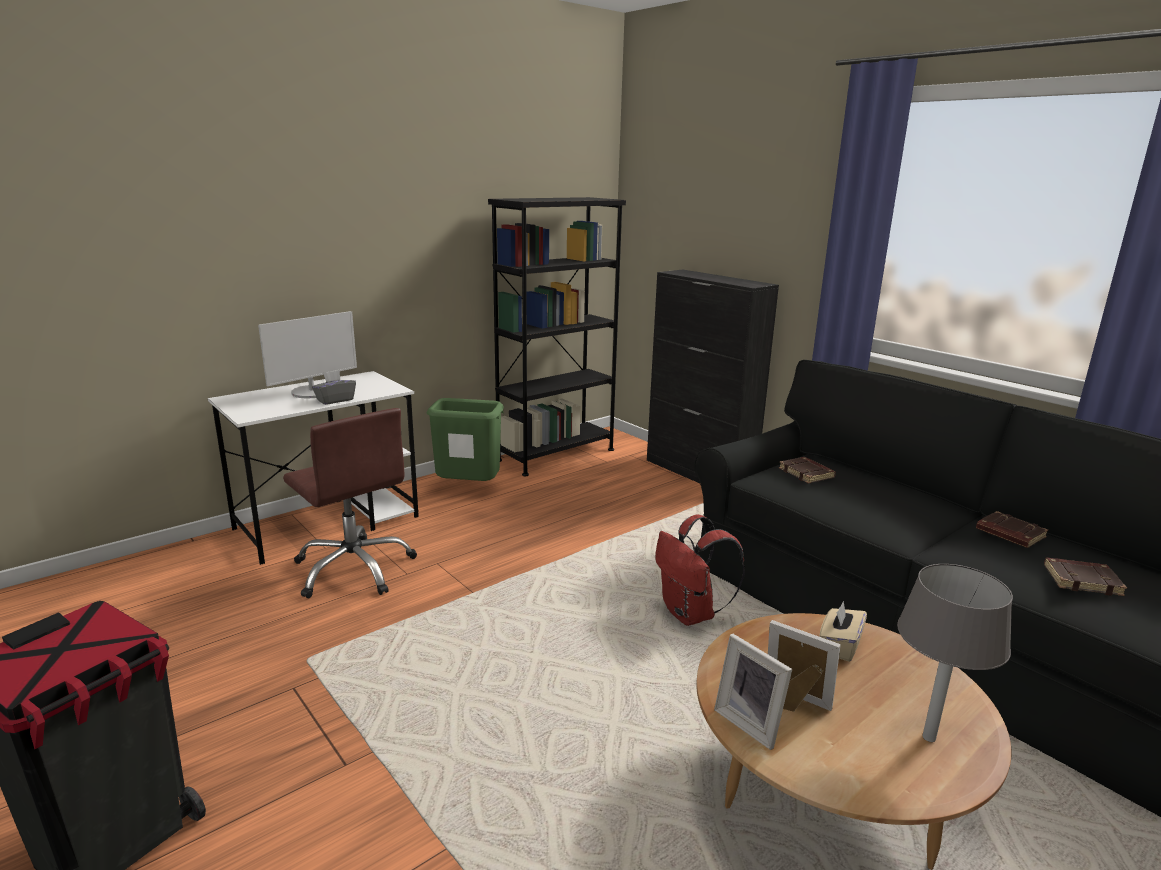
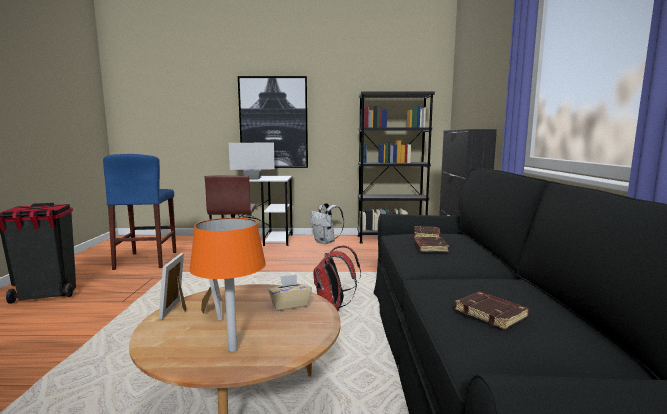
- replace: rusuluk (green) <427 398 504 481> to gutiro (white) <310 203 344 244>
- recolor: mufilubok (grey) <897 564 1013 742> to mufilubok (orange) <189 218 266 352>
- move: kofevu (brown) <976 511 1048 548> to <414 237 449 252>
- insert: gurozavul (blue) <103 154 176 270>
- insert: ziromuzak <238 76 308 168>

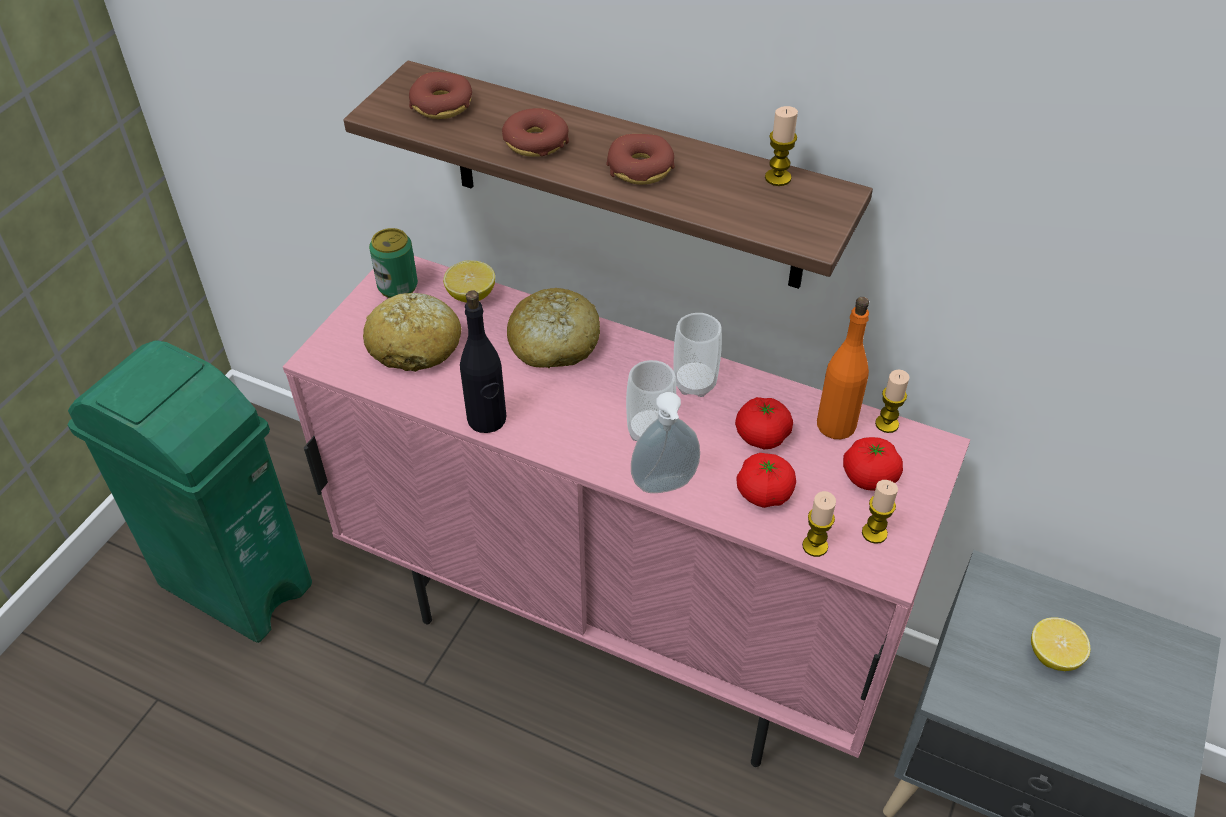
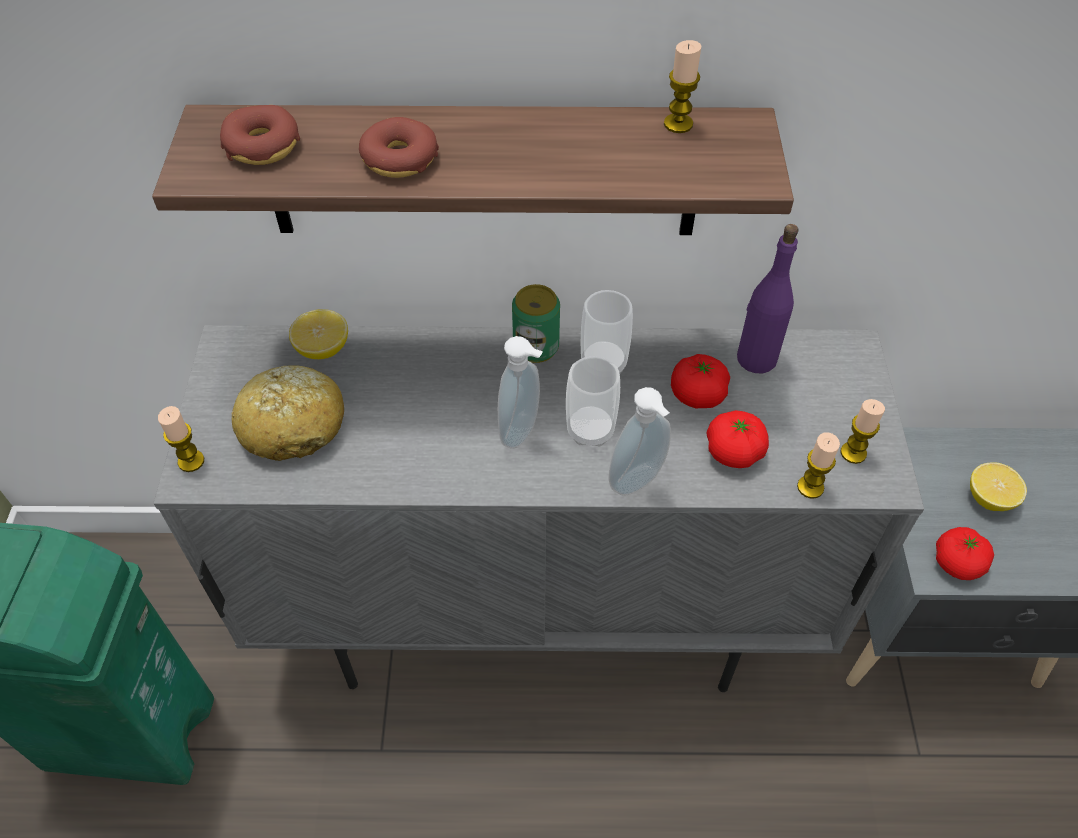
- recolor: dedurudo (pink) <283 256 970 767> to dedurudo (grey) <154 325 924 692>
- move: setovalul <369 228 418 298> to <512 284 560 363>
- delete: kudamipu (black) <460 290 507 433>
- delete: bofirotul <507 288 600 369>
- delete: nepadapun <606 134 675 185>
- recolor: kudamipu (orange) <817 297 869 439> to kudamipu (purple) <737 224 799 373>
- move: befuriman <843 437 903 491> to <936 527 994 580>
- move: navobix <875 370 909 433> to <158 406 204 472>
- insert: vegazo <498 336 543 449>

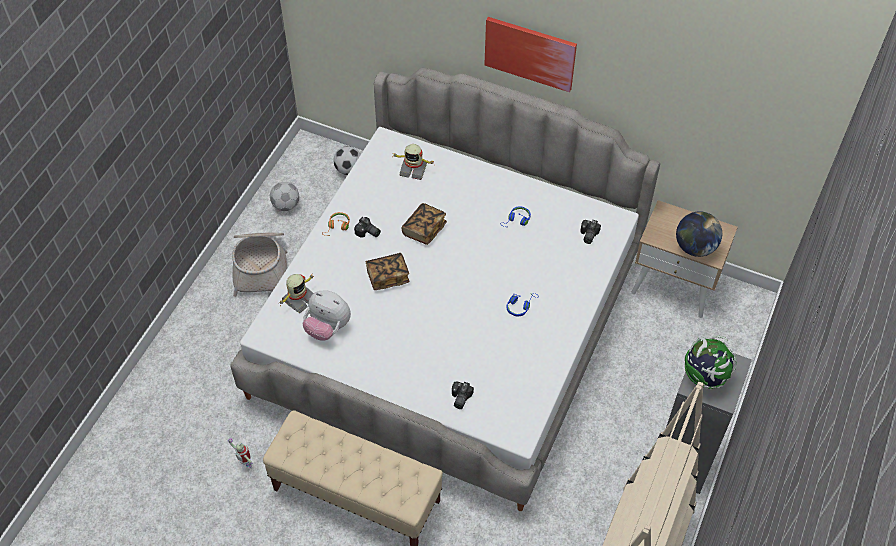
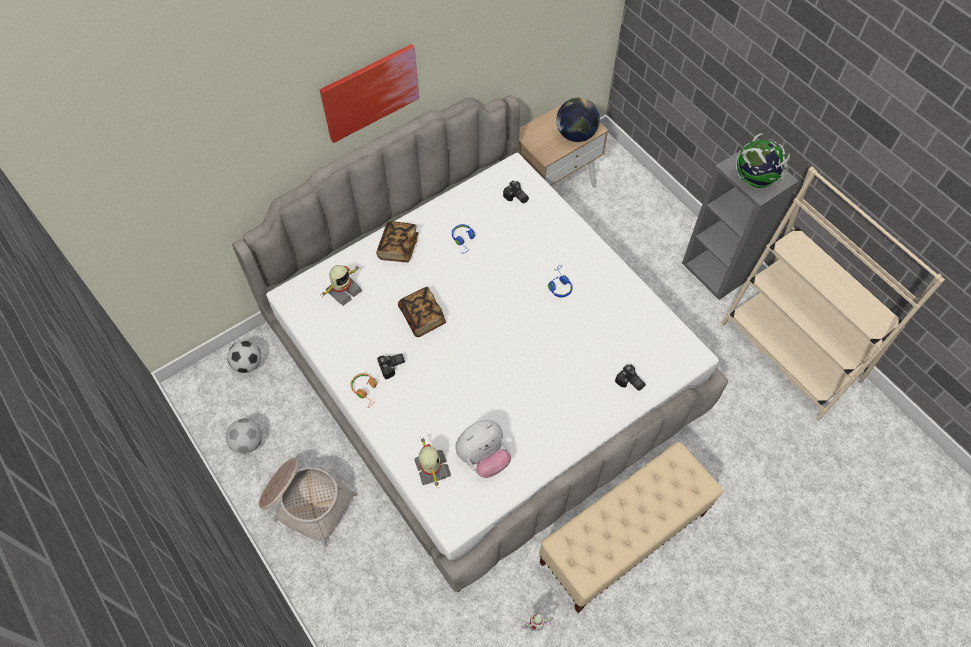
- move: kofevu <365 253 409 290> to <376 221 418 262>

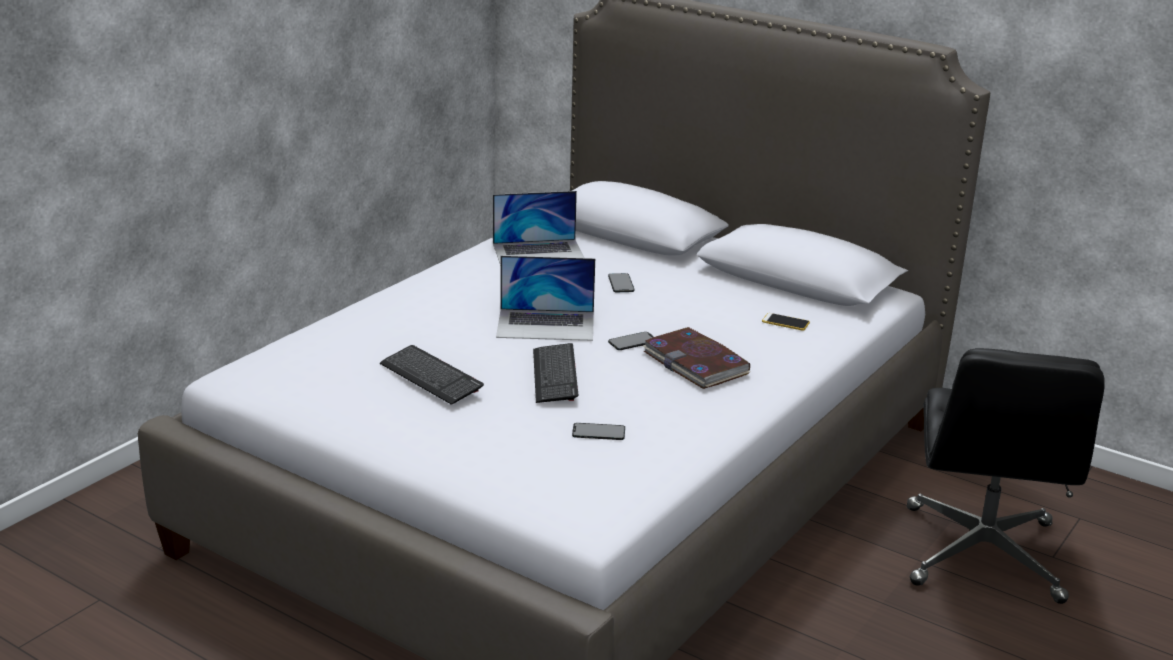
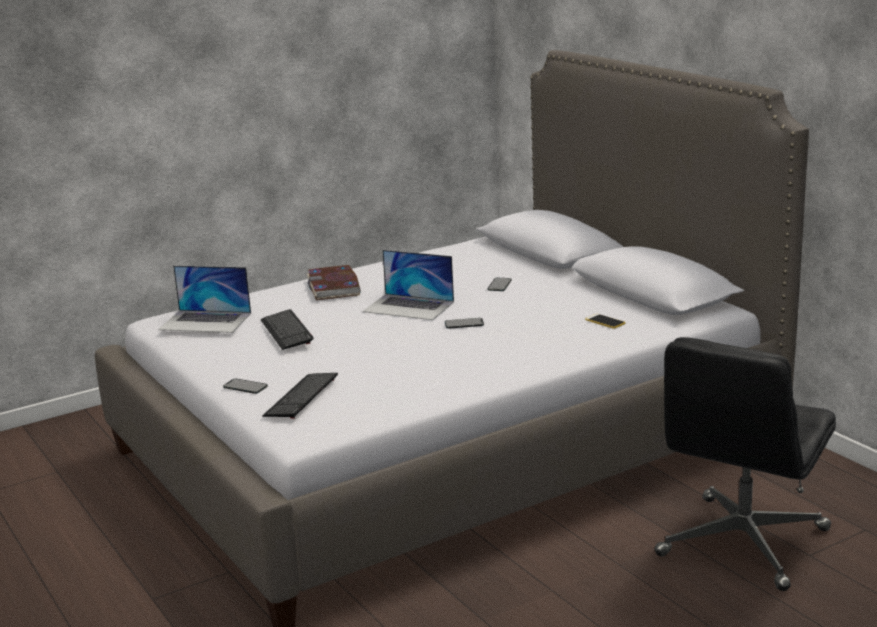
- move: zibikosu <493 191 584 266> to <158 265 251 333>
- move: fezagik <533 343 578 403> to <262 373 338 419>
- move: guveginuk <572 423 625 440> to <223 378 268 394>
- move: kofevu <642 327 750 389> to <307 265 361 300>

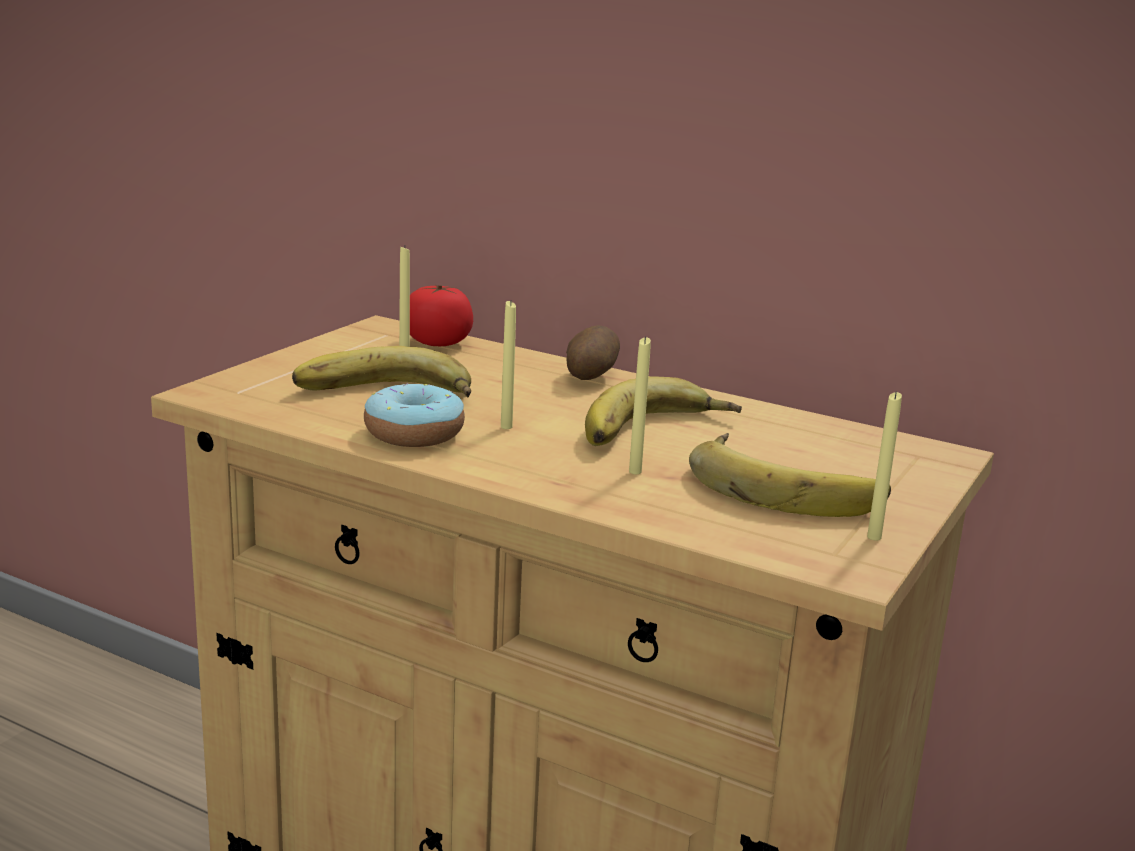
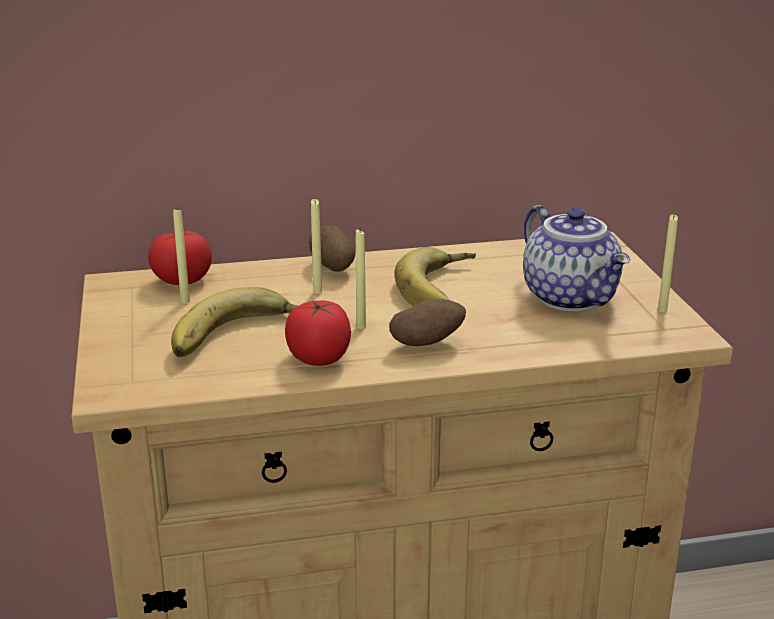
- replace: nepadapun <364 383 465 447> to befuriman <285 300 351 366>
- move: navobix (yellow) <629 336 651 474> to <311 199 322 294>
- replace: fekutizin <689 433 891 517> to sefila <523 205 630 312>
- insert: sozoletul <389 299 466 346>

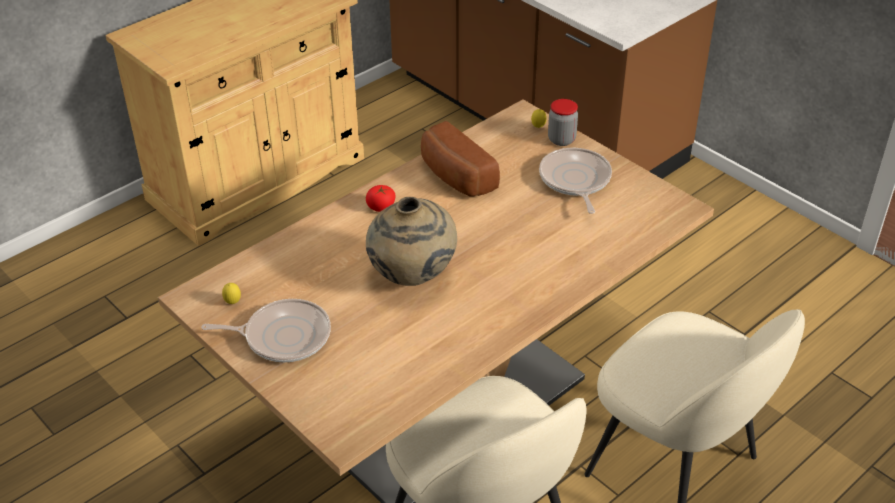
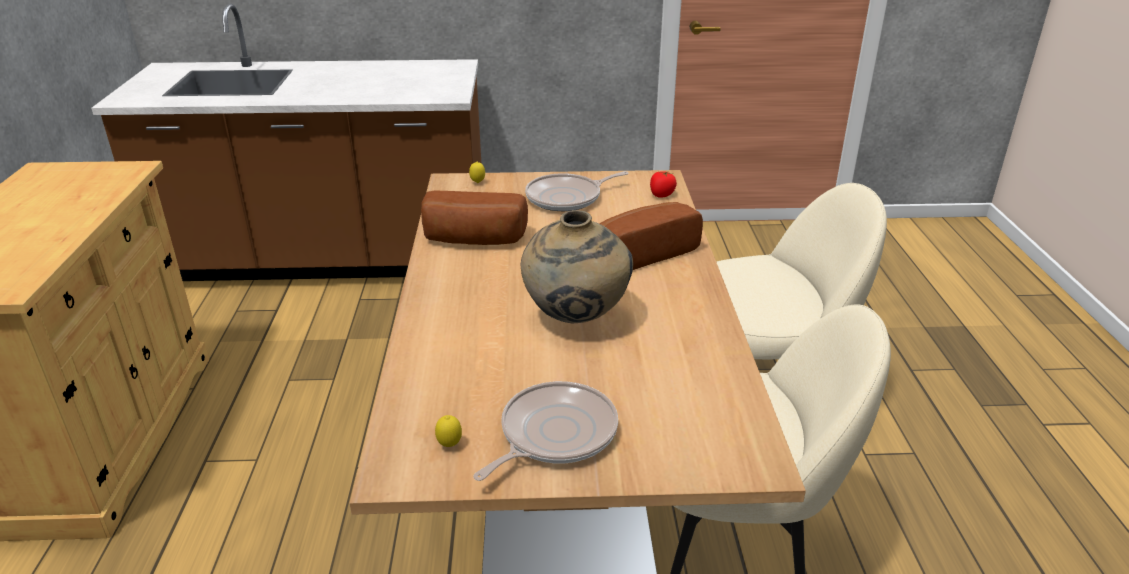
- move: befuriman <366 185 395 212> to <650 171 677 198>
- rotate: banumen <539 148 612 214> = <525 171 629 211> 60 degrees counterclockwise
- delete: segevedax <548 99 578 146>
- insert: bofirotul <600 202 703 270>

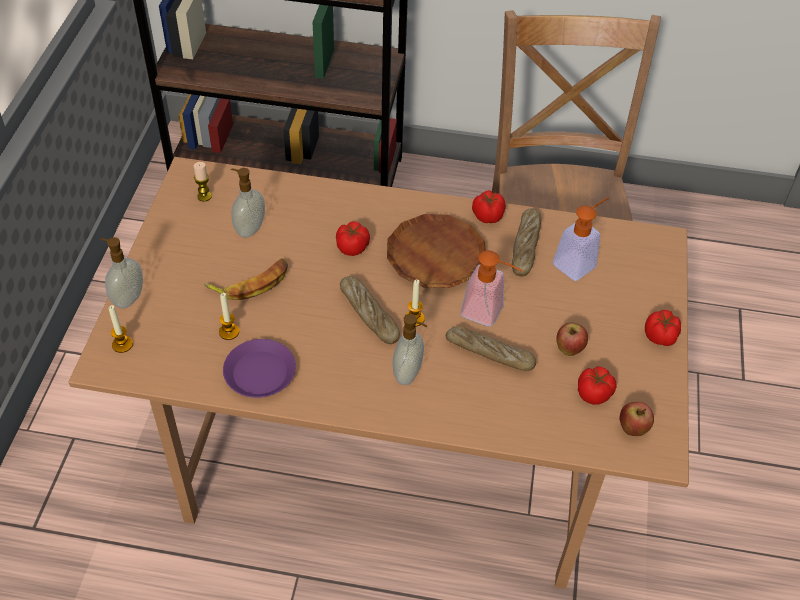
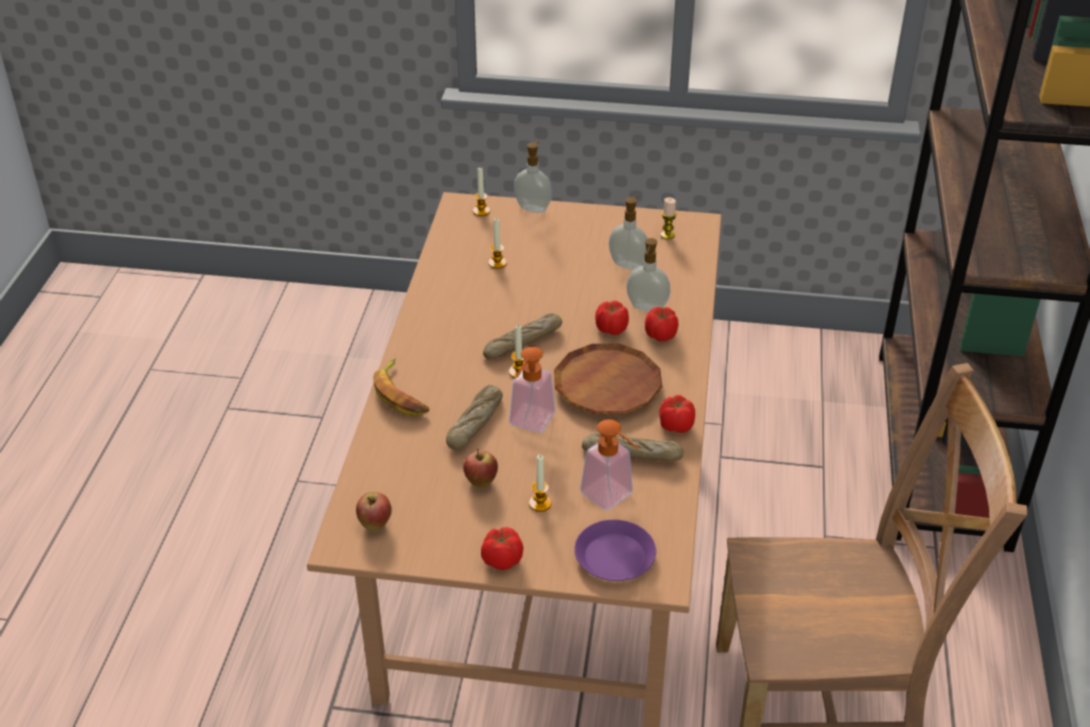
- move: fekutizin <204 258 288 300> to <373 358 429 416>
- move: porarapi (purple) <223 339 296 398> to <574 520 656 581>
- move: vegazo <393 314 427 385> to <626 238 670 312>
- move: befuriman <578 366 617 405> to <645 307 678 342>
- insert: navobix <529 454 551 512>

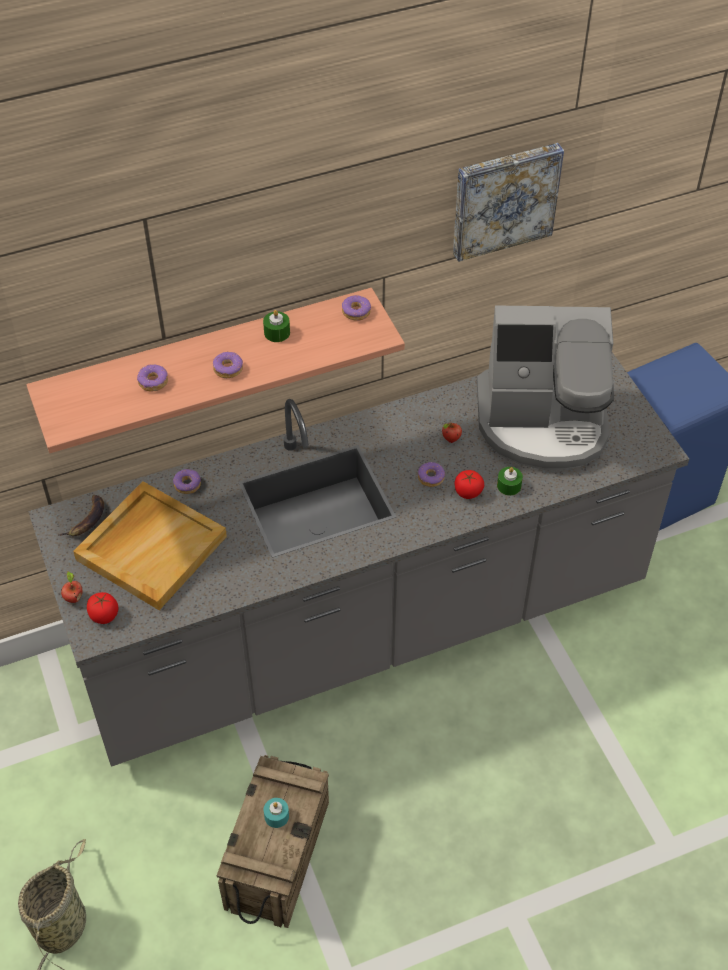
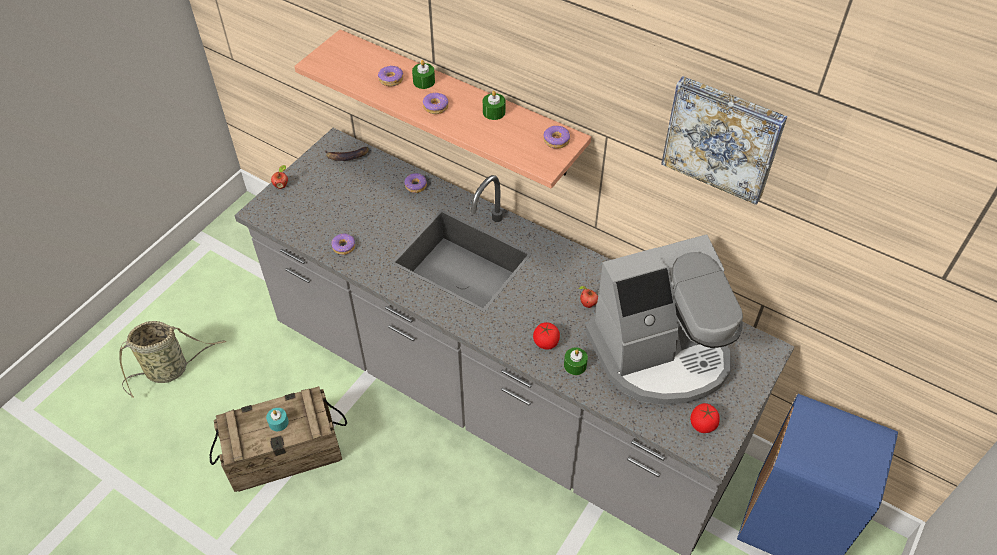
- delete: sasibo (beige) <73 481 227 610>
- move: befuriman <87 592 119 624> to <690 403 720 433>
- move: nepadapun <418 462 445 487> to <331 234 355 255>
- rotate: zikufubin <477 306 614 470> = <586 234 743 405> 75 degrees counterclockwise
- insert: navobix (green) <412 60 435 89>

